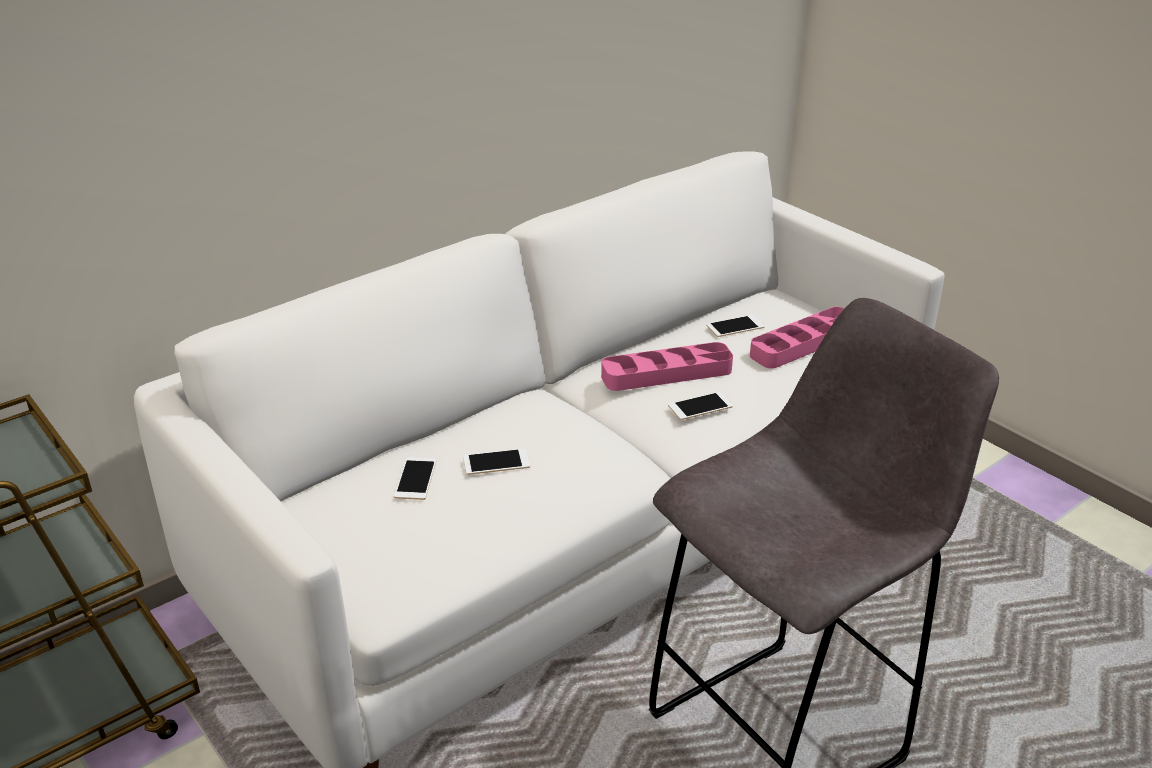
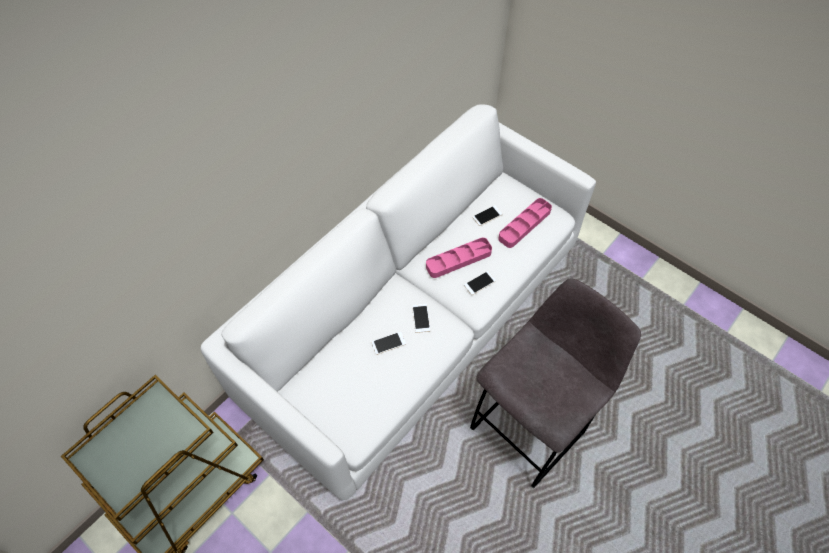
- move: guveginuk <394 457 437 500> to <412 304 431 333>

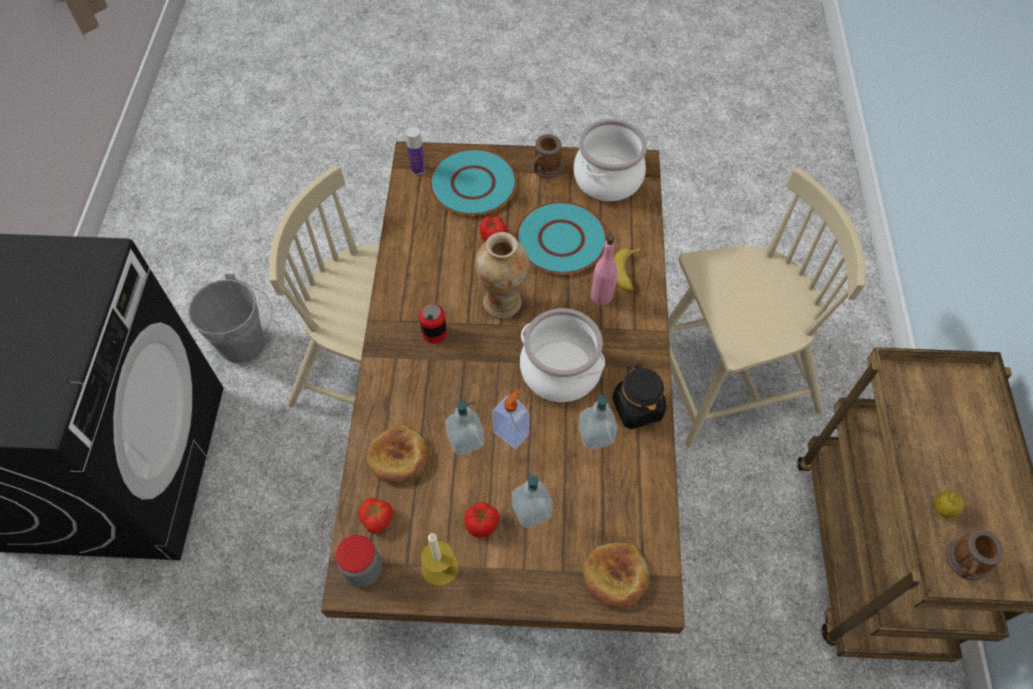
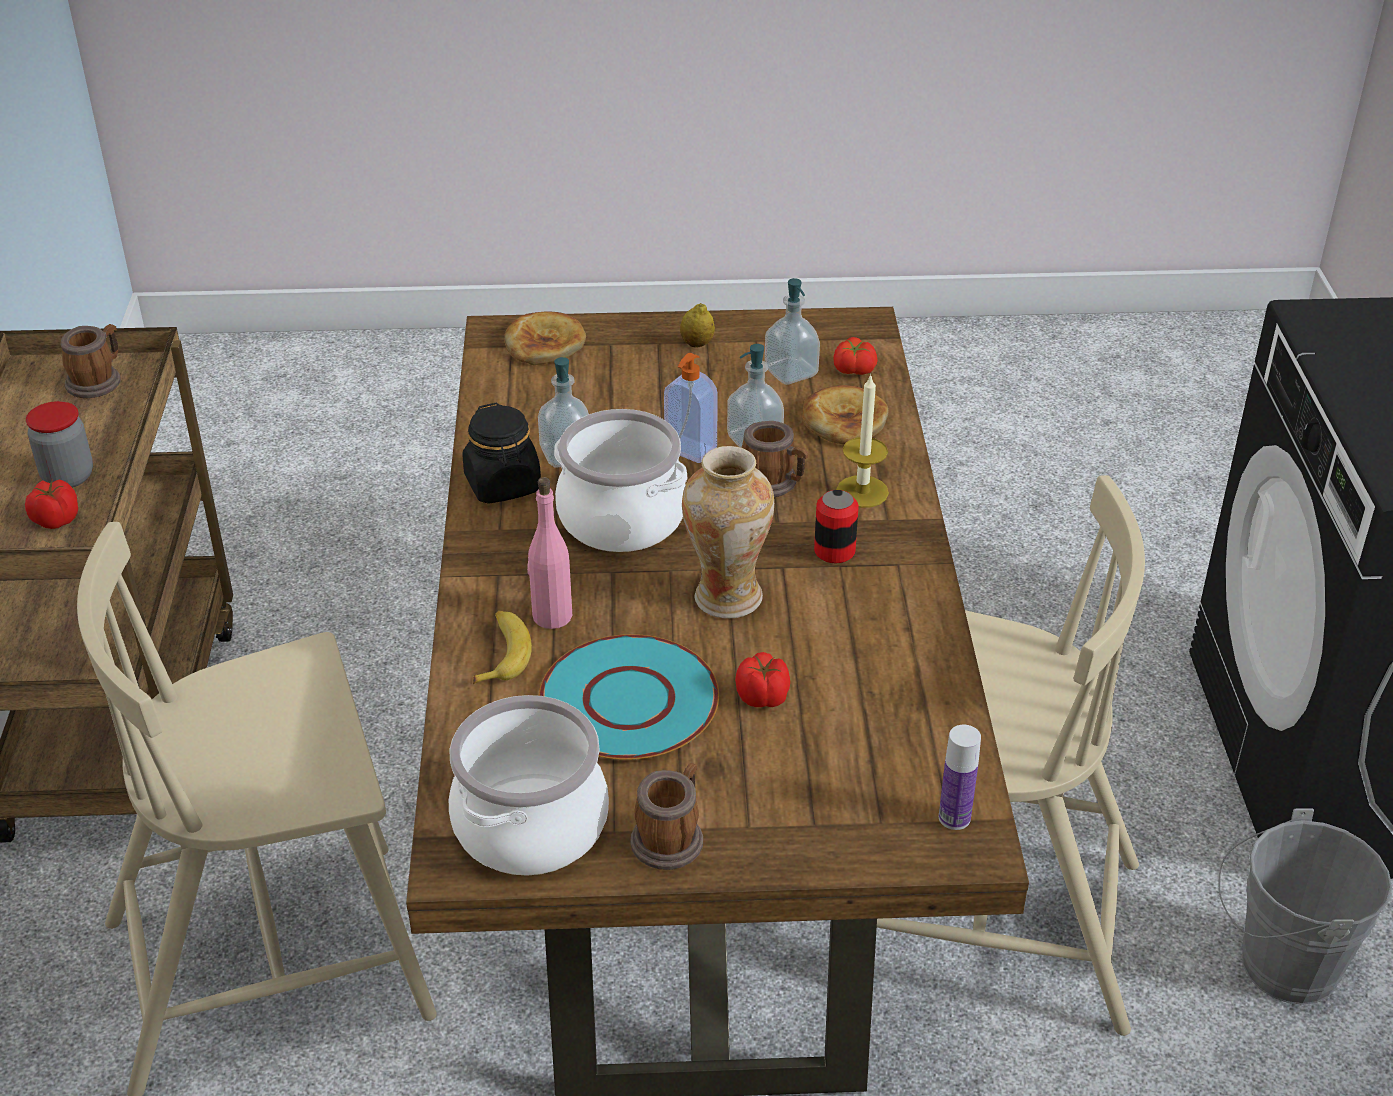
- move: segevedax <336 535 382 588> to <26 401 93 488>
- move: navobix <420 533 459 586> to <836 374 889 508>
- delete: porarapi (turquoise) <429 148 517 215>
- move: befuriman <464 502 499 537> to <25 479 78 529>
- move: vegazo <512 469 553 528> to <765 278 820 385>
- move: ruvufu <934 490 965 518> to <680 303 715 347>
- insert: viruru <742 421 808 497>

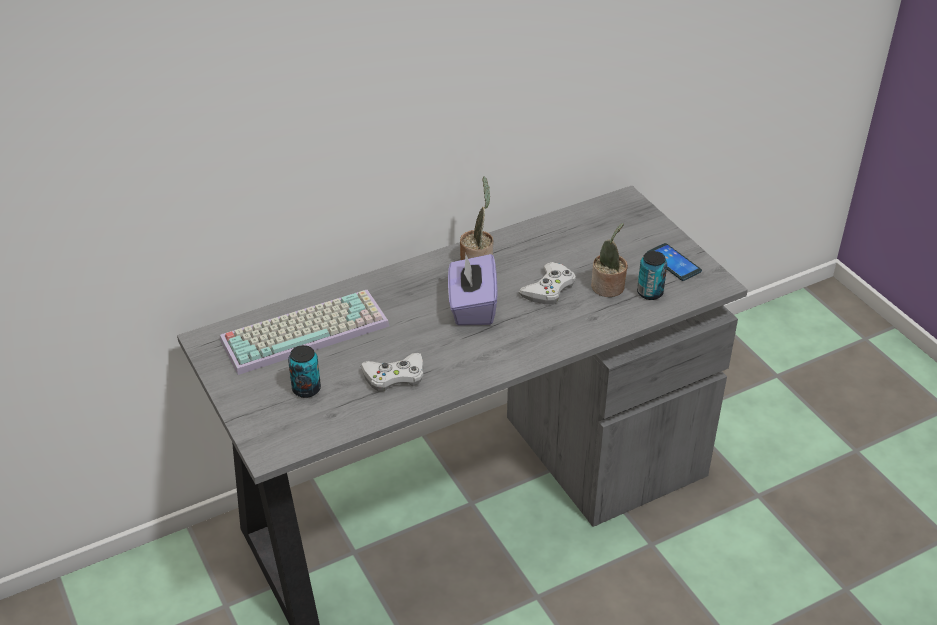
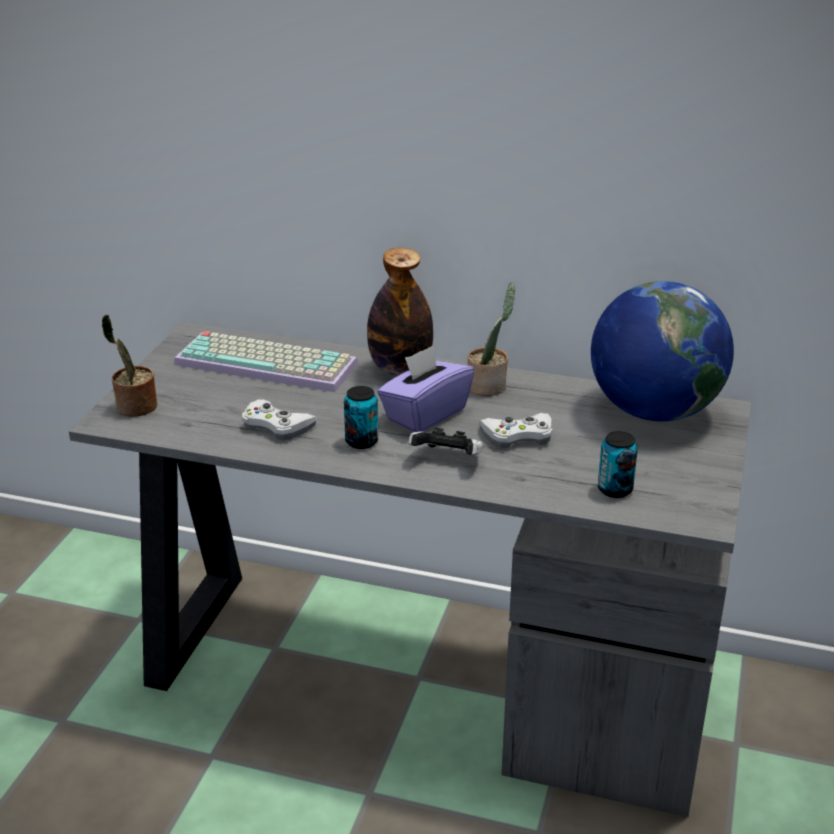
- move: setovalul <288 345 321 398> to <344 386 378 449>
- move: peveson <591 223 628 297> to <101 314 157 417>
- delete: guveginuk <647 243 702 281>
- insert: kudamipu <367 248 433 376>
- insert: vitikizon <408 428 483 455>
- insert: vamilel <591 281 734 422>

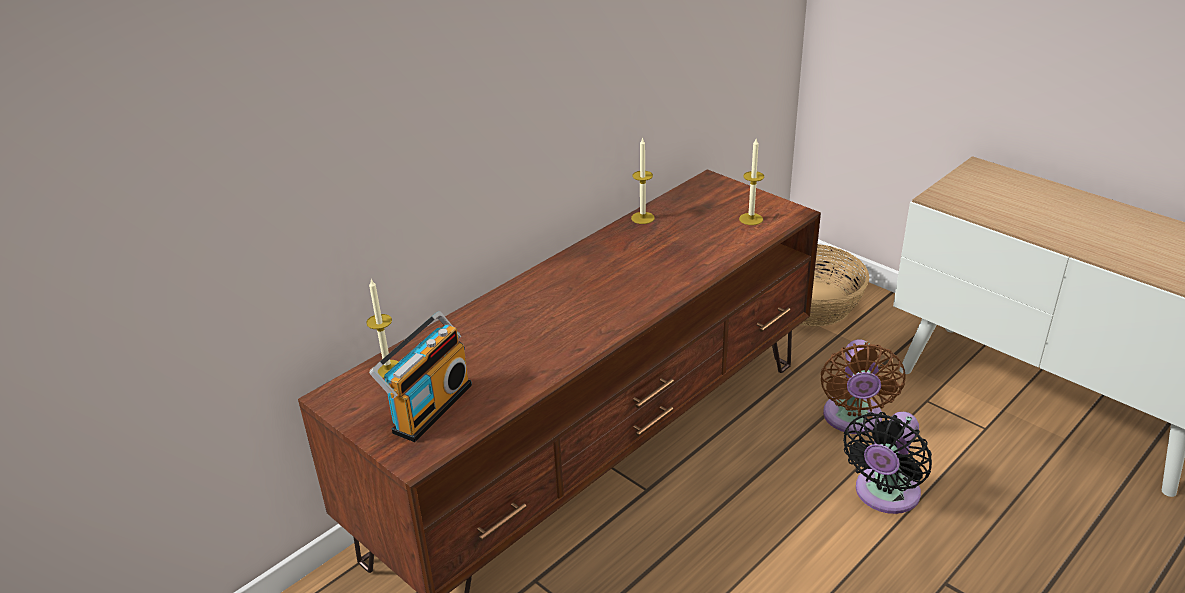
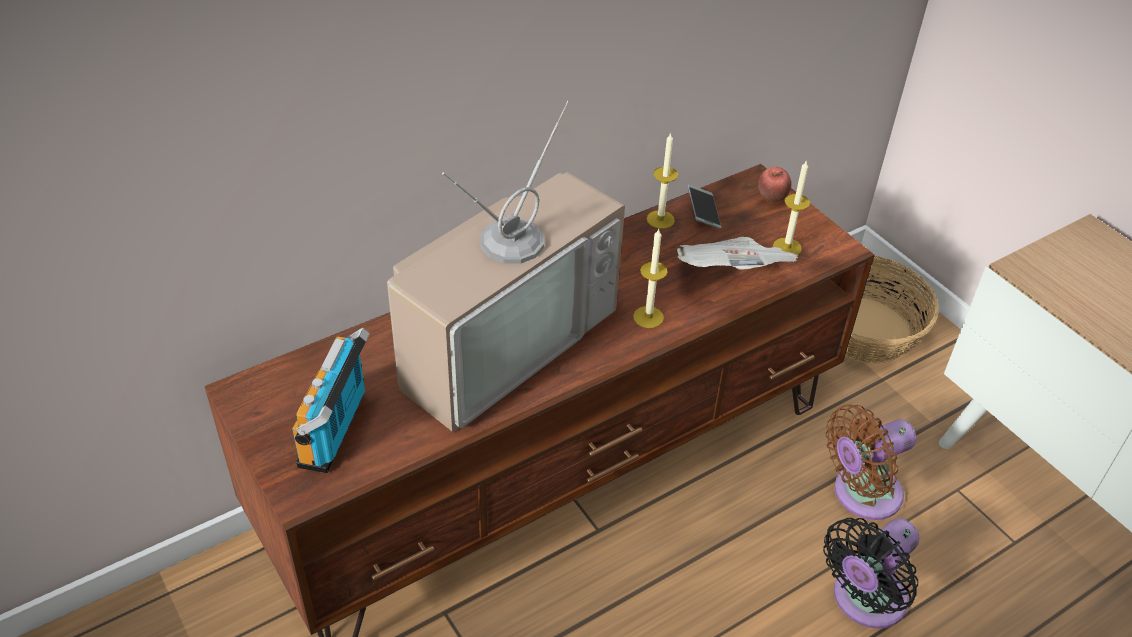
- move: navobix <366 279 399 378> to <633 228 667 328>
- rotate: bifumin <369 311 472 442> = <292 328 370 473> 150 degrees clockwise
- rotate: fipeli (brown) <821 339 906 434> = <826 404 916 520> 45 degrees clockwise
- insert: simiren <387 101 625 432>
- insert: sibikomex <677 237 798 270>
- insert: guveginuk <688 184 721 229>
- insert: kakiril <758 167 791 203>

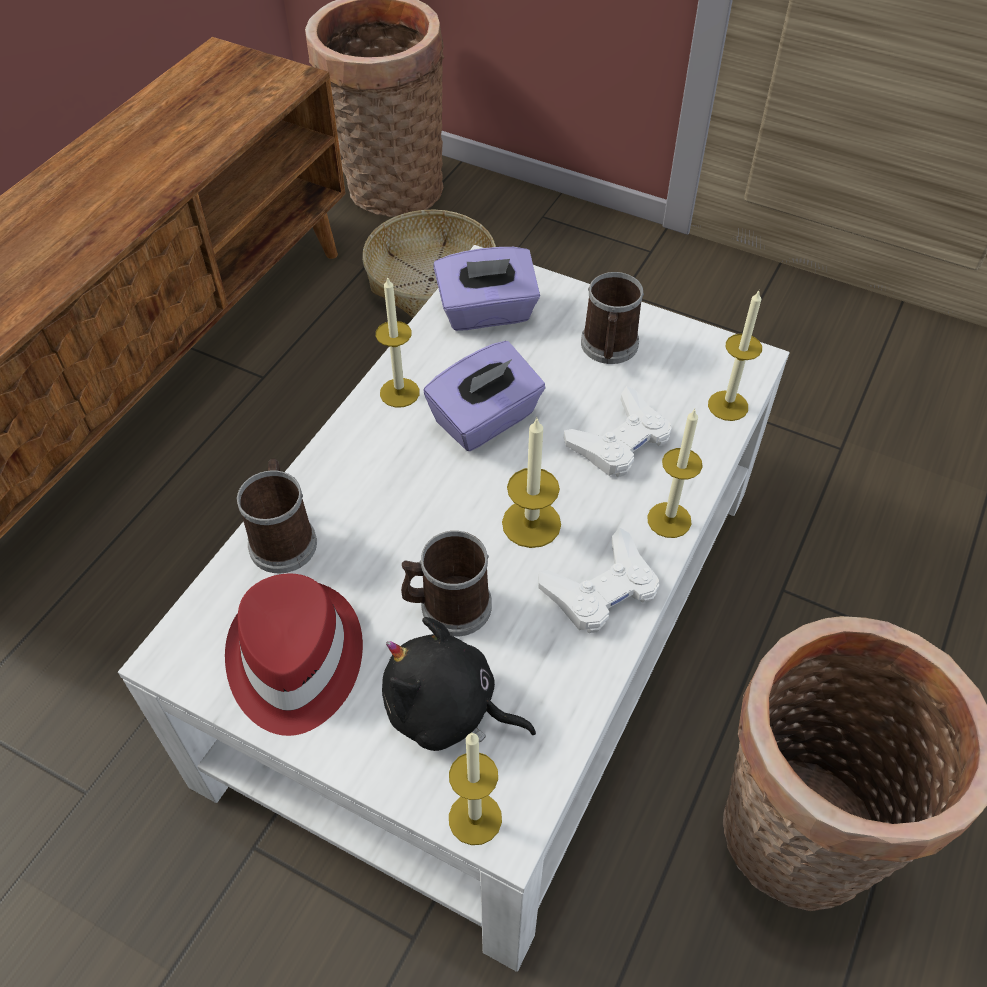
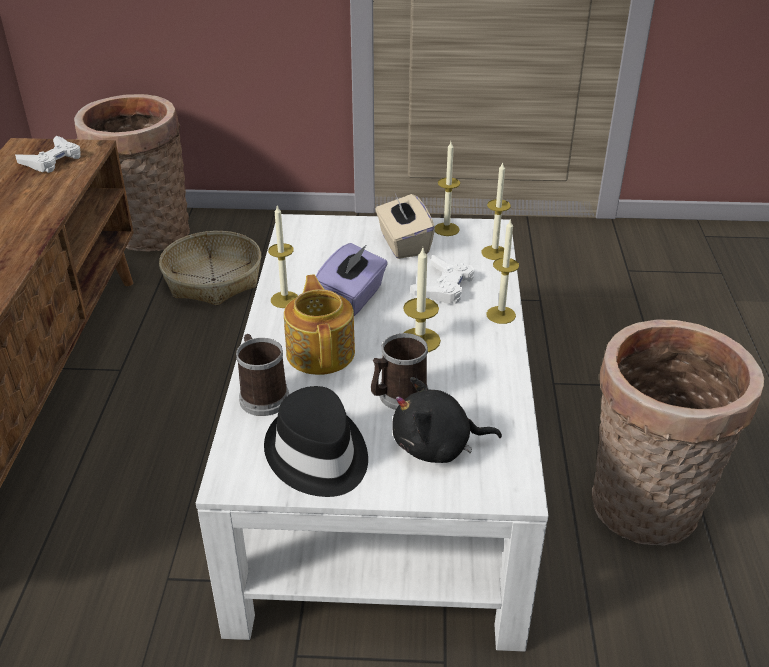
- recolor: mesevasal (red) <225 573 363 736> to mesevasal (black) <264 386 368 497>
- delete: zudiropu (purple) <433 247 540 331>
- move: navobix <449 732 502 845> to <435 142 460 236>
- move: vitikizon (white) <538 528 660 633> to <15 136 81 173>
- replace: viruru <581 272 644 364> to zudiropu (beige) <375 194 435 259>
- insert: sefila <284 274 355 375>

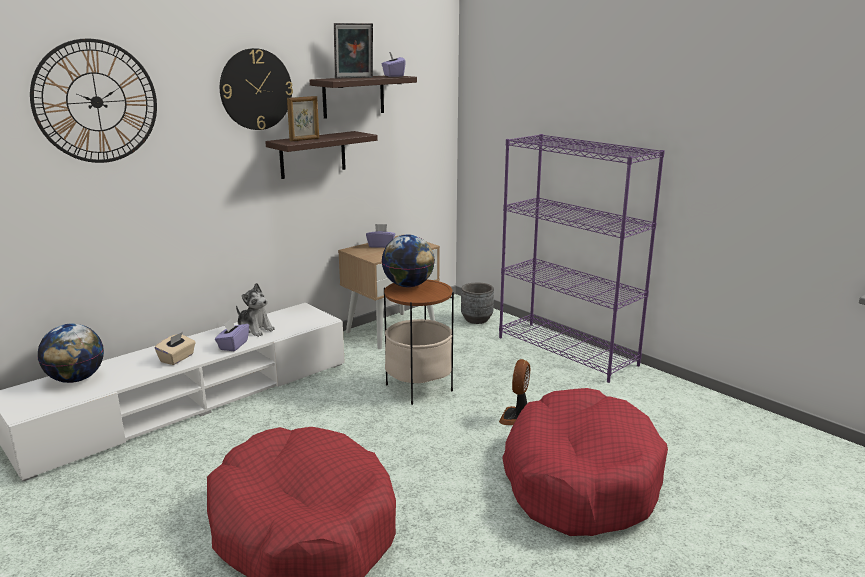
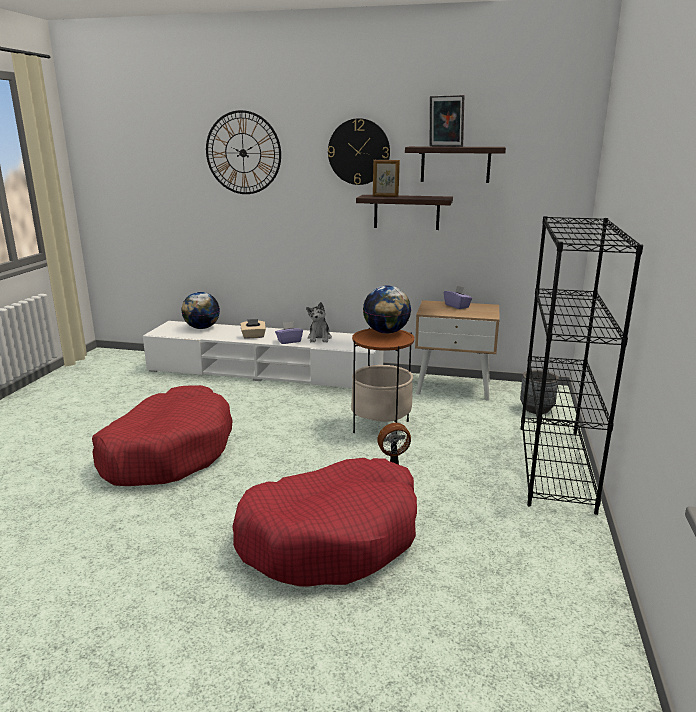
- delete: zudiropu (purple) <381 52 406 77>
- recolor: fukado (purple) <499 134 665 383> to fukado (black) <521 216 643 515>

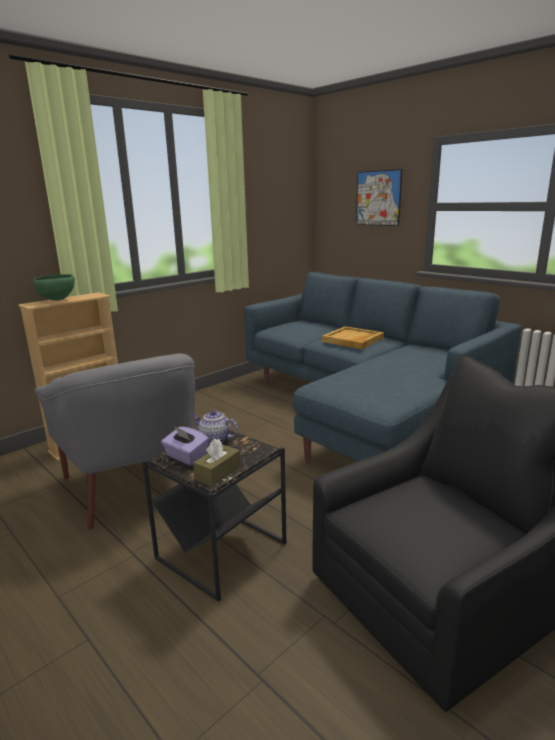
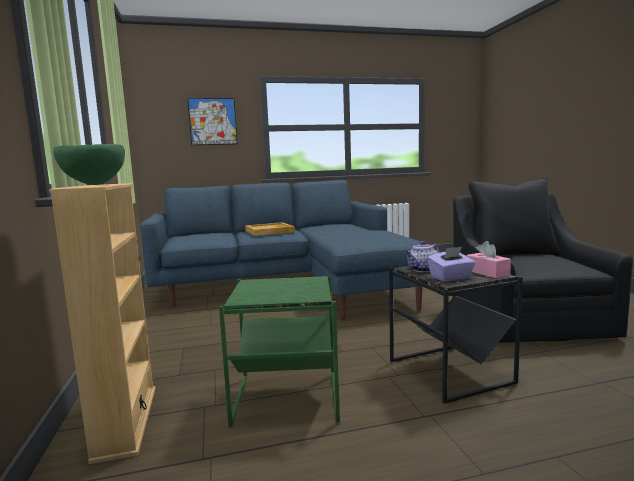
- replace: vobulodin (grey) <34 353 195 530> to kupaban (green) <219 276 340 427>
- recolor: zudiropu (brown) <193 439 240 487> to zudiropu (pink) <466 241 511 278>

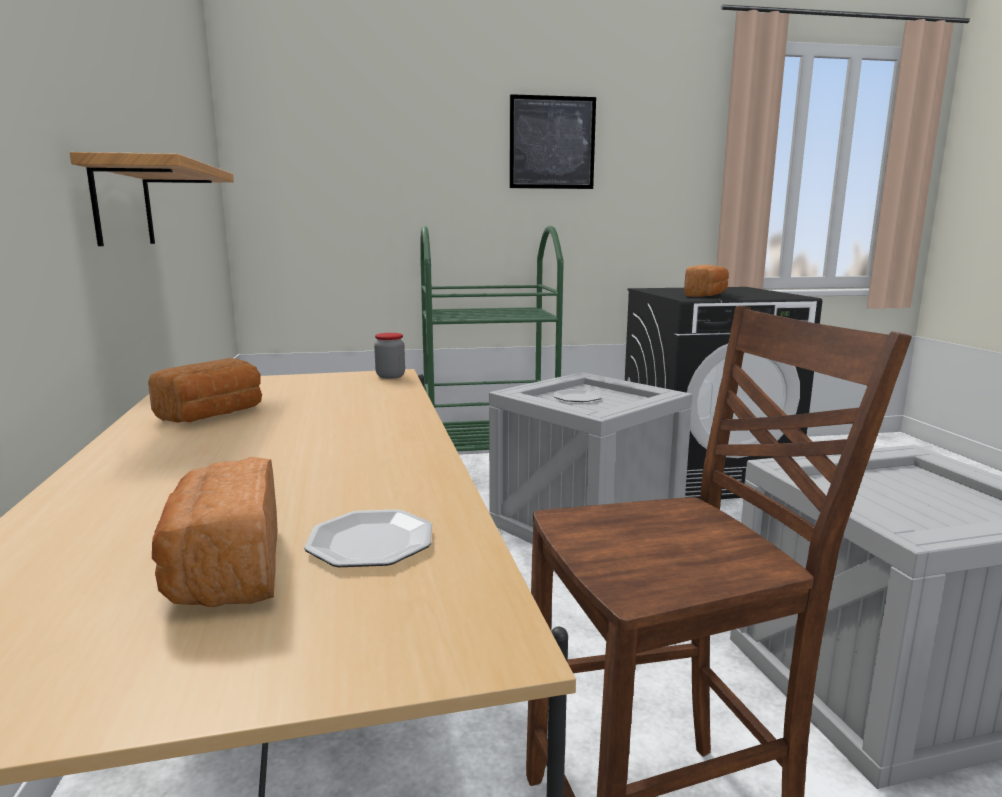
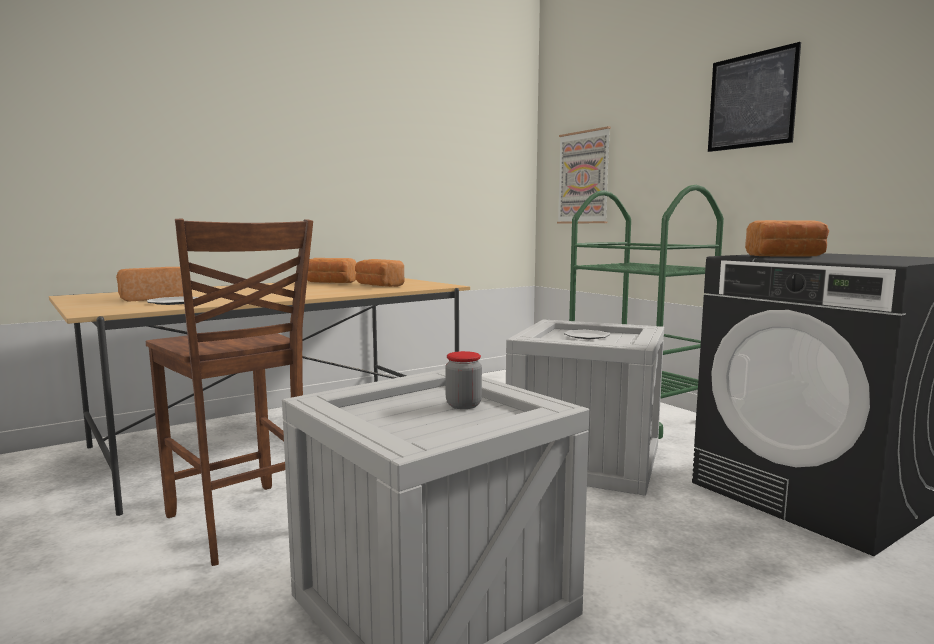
- delete: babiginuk <70 152 234 246>
- move: segevedax <374 333 405 379> to <445 351 482 409>
- insert: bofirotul <355 259 404 287>
- insert: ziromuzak <557 126 611 223>

